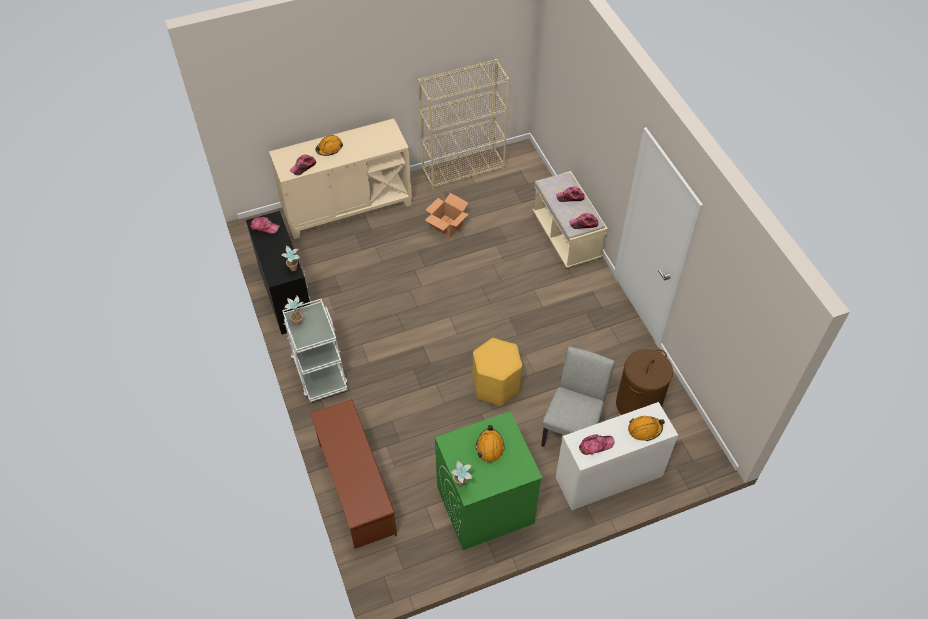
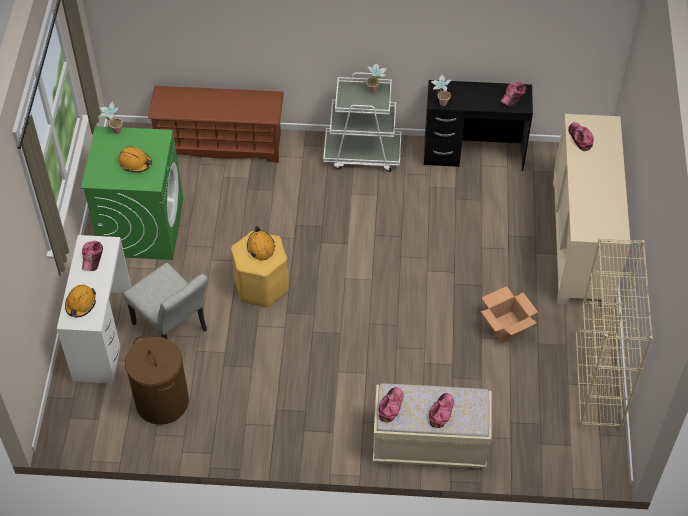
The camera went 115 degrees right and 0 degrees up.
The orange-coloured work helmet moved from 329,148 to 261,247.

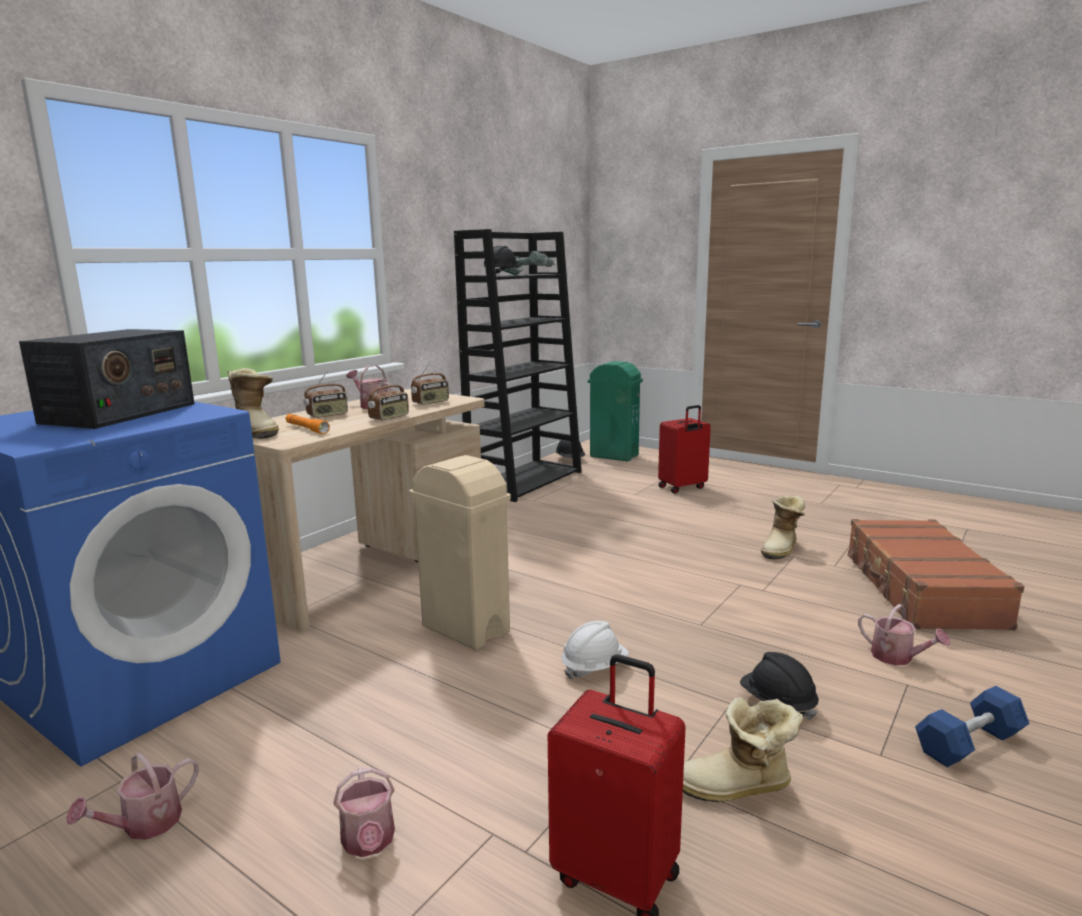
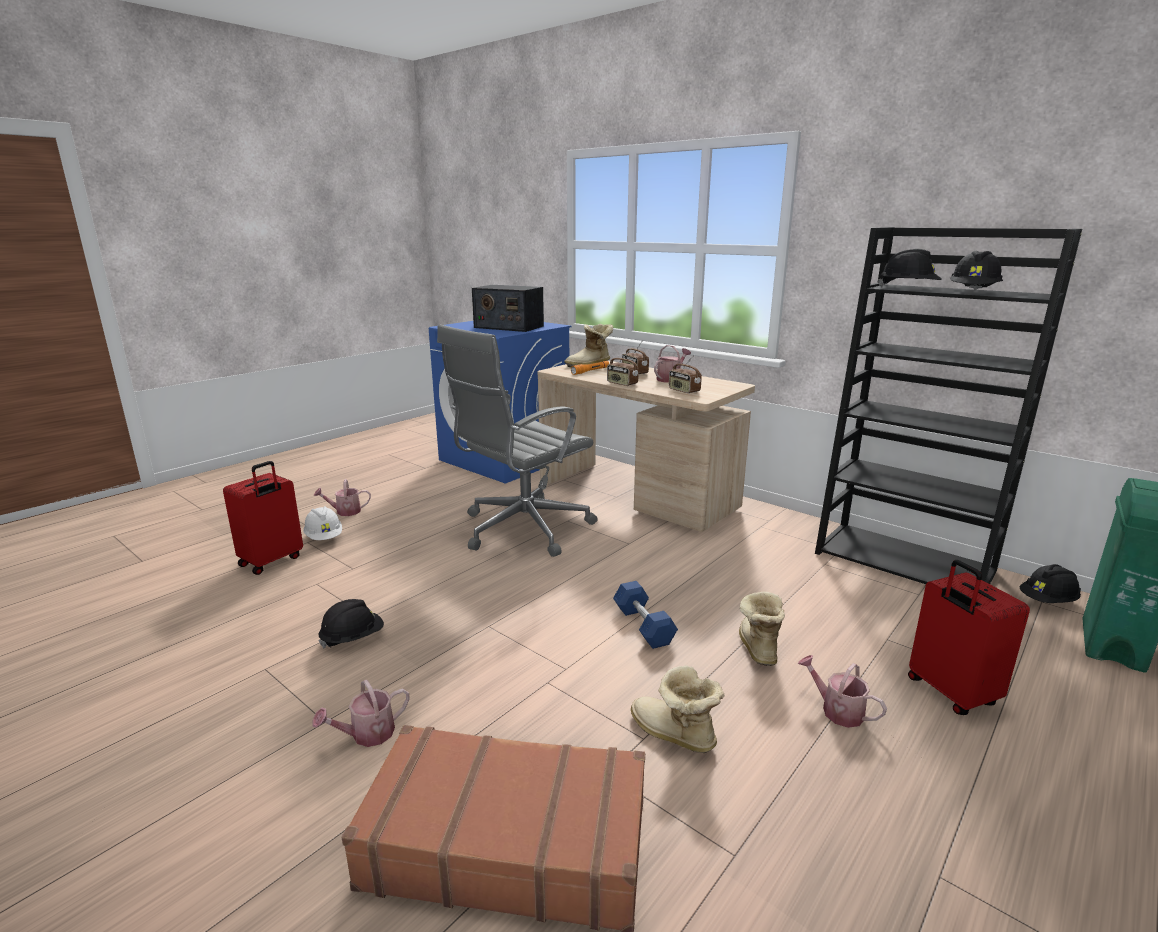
The camera went 95 degrees right and 5 degrees up.
The whitish work helmet moved from 594,667 to 324,537.
The sand-coloured waste bin at 466,630 was replaced by the grey desk chair at 522,529.
The bluish free weight moved from 969,743 to 643,626.
The tall boot moved from 737,789 to 756,648.
The watering can moved from 144,825 to 837,710.
The drill at 529,274 was replaced by the black work helmet at 973,293.

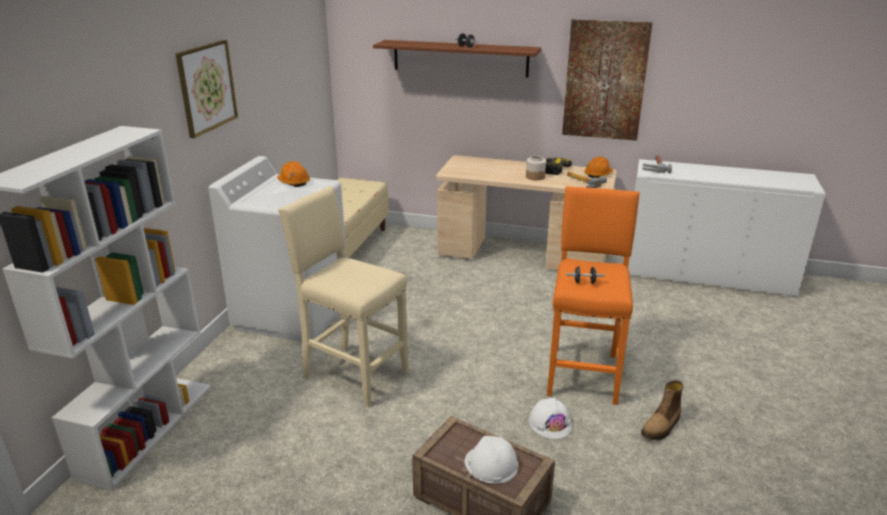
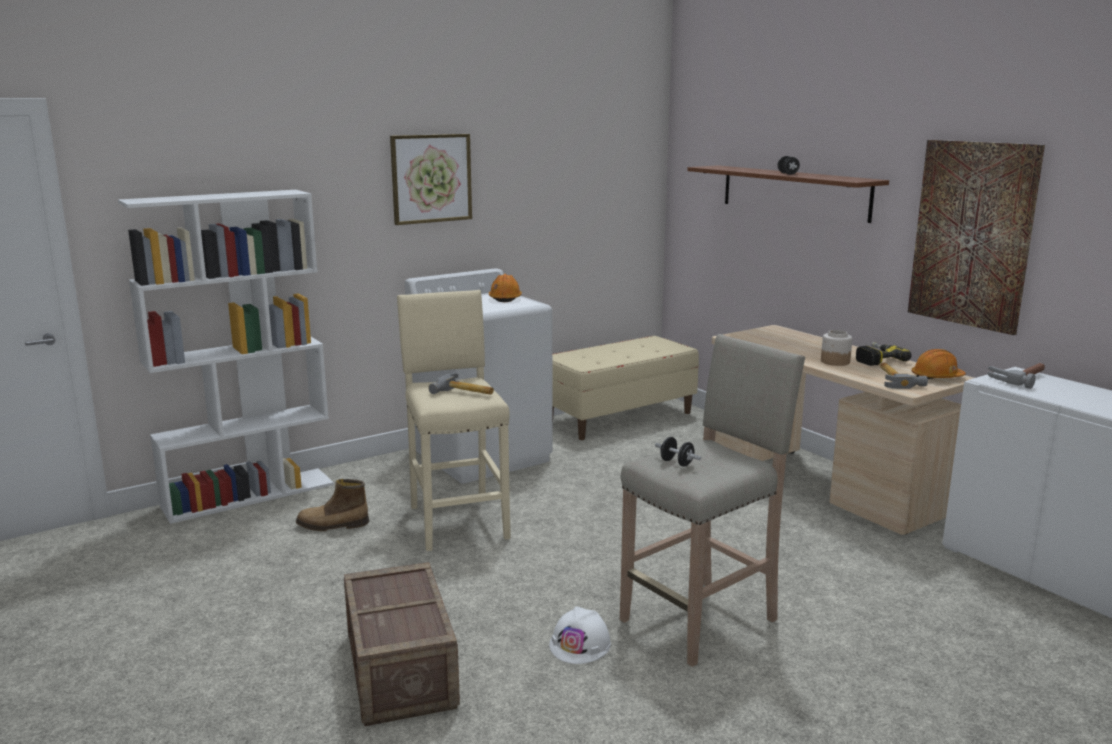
The camera went 40 degrees right and 10 degrees down.
The tall boot moved from 661,427 to 332,526.
The hand hammer at 464,393 appeared.
The orange-coloured stool at 583,373 became the sand-coloured stool at 702,619.
The whitish work helmet at 491,464 disappeared.

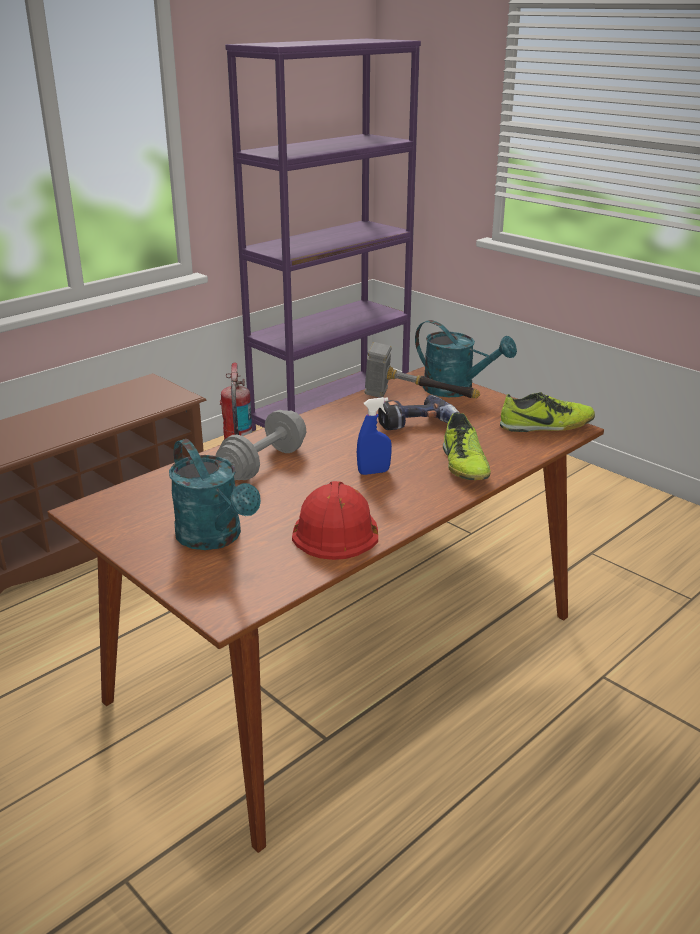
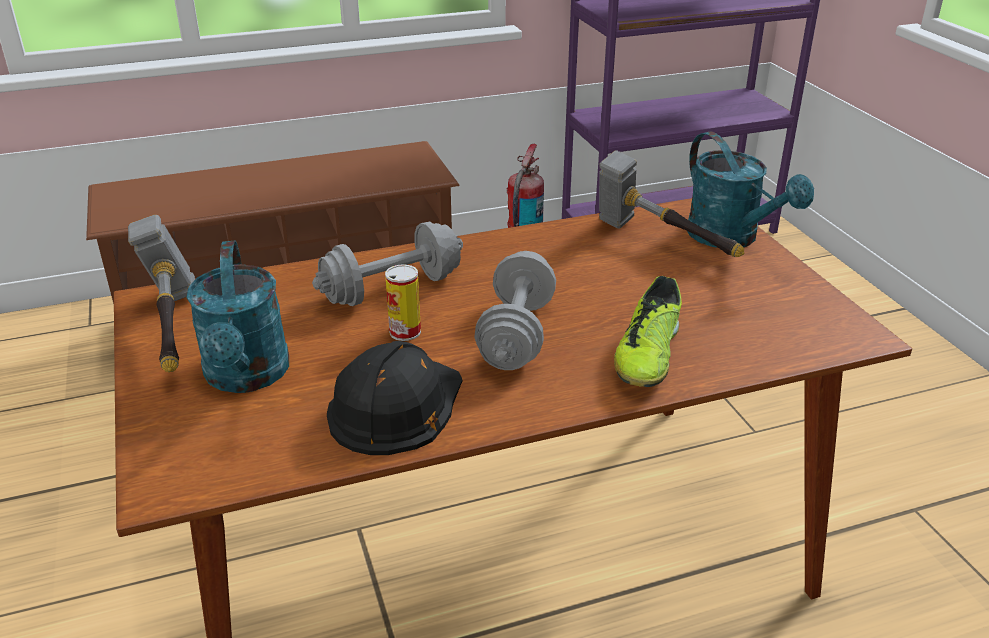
The camera went 25 degrees right and 5 degrees up.
The hand hammer at 173,332 appeared.
The red-coloured work helmet at 335,528 became the black work helmet at 395,405.
The sealed can at 405,332 appeared.
The bluish hand sprayer at 373,472 was replaced by the grey free weight at 516,334.
The drill at 421,428 disappeared.
The shoe at 546,426 disappeared.

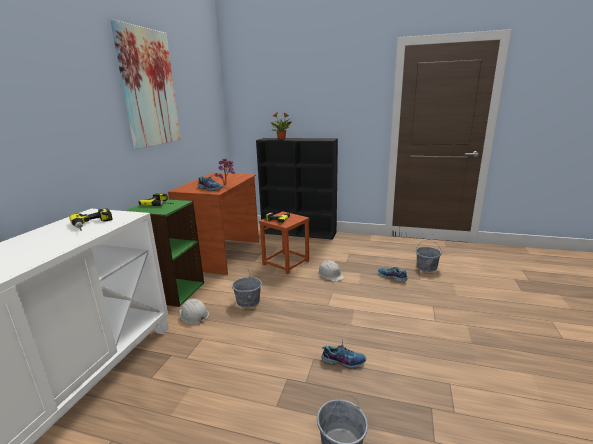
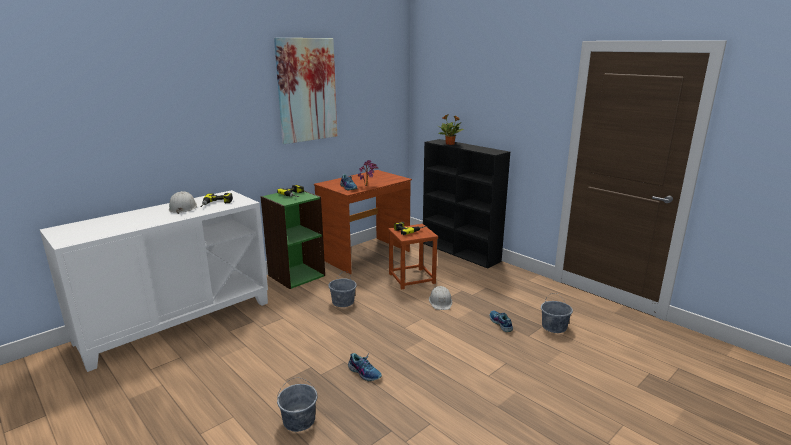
The camera went 30 degrees right and 0 degrees up.
The whitish work helmet moved from 193,315 to 183,208.

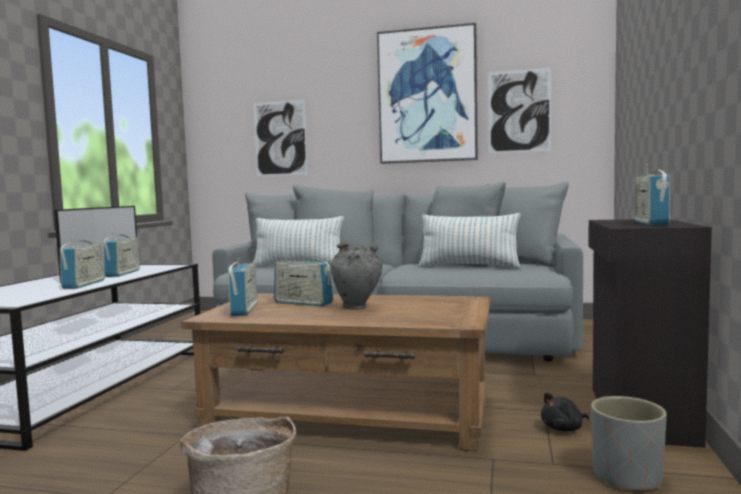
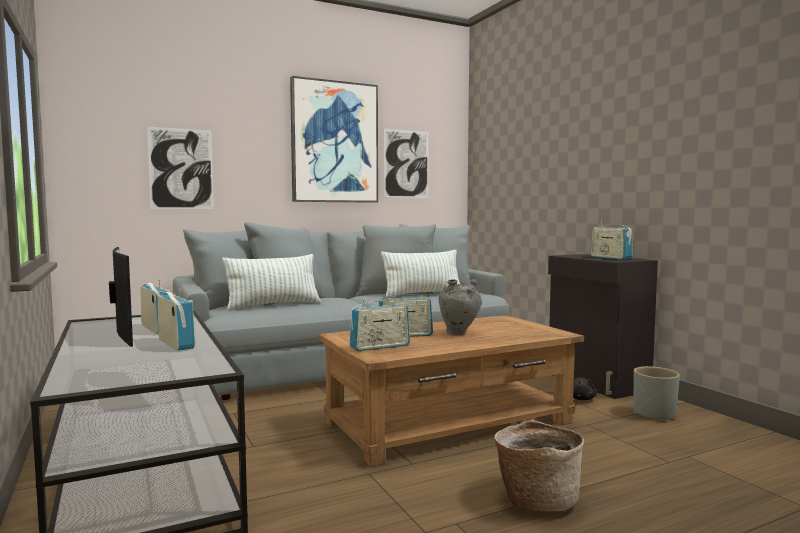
The camera went 40 degrees left and 0 degrees up.
The radio at 244,309 turned 105 degrees clockwise.

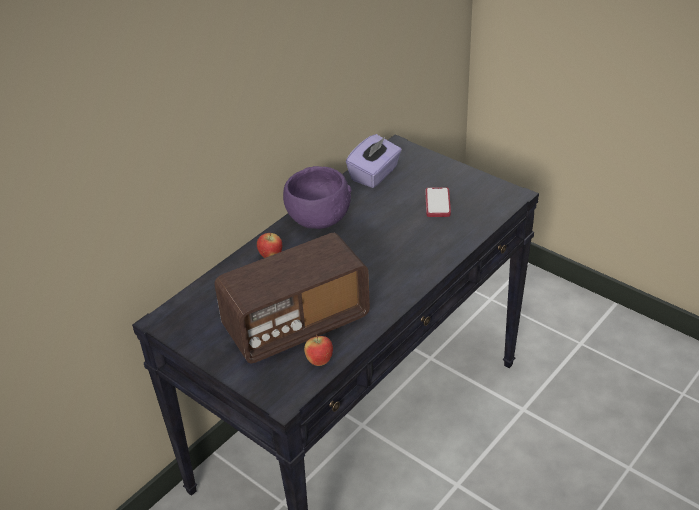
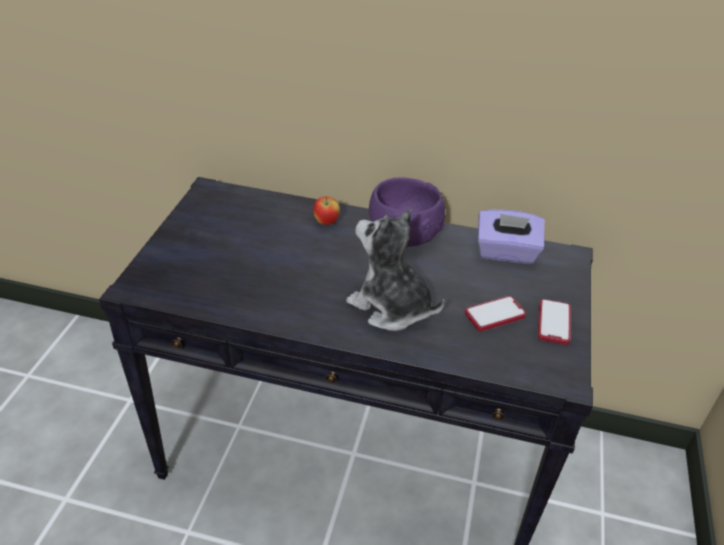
The camera went 60 degrees right and 0 degrees up.
The plush toy at 390,307 appeared.
The handset at 553,323 appeared.
The radio at 296,324 disappeared.
The apple fruit at 319,361 disappeared.

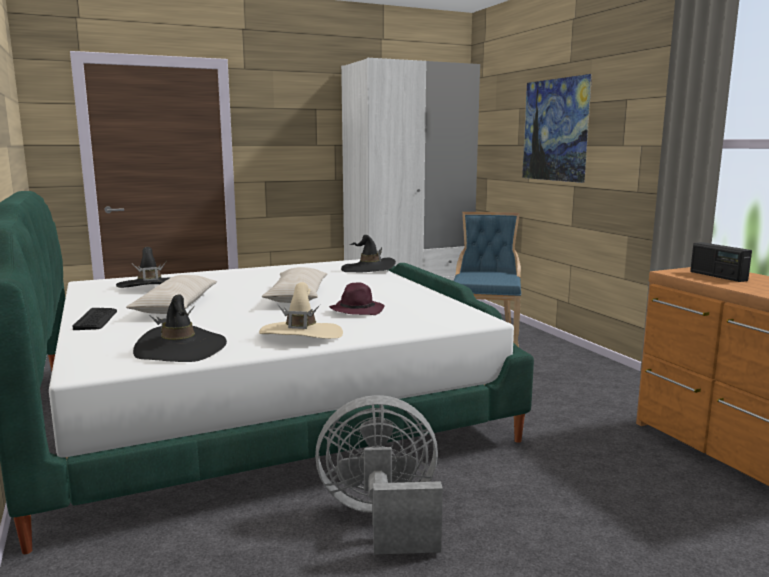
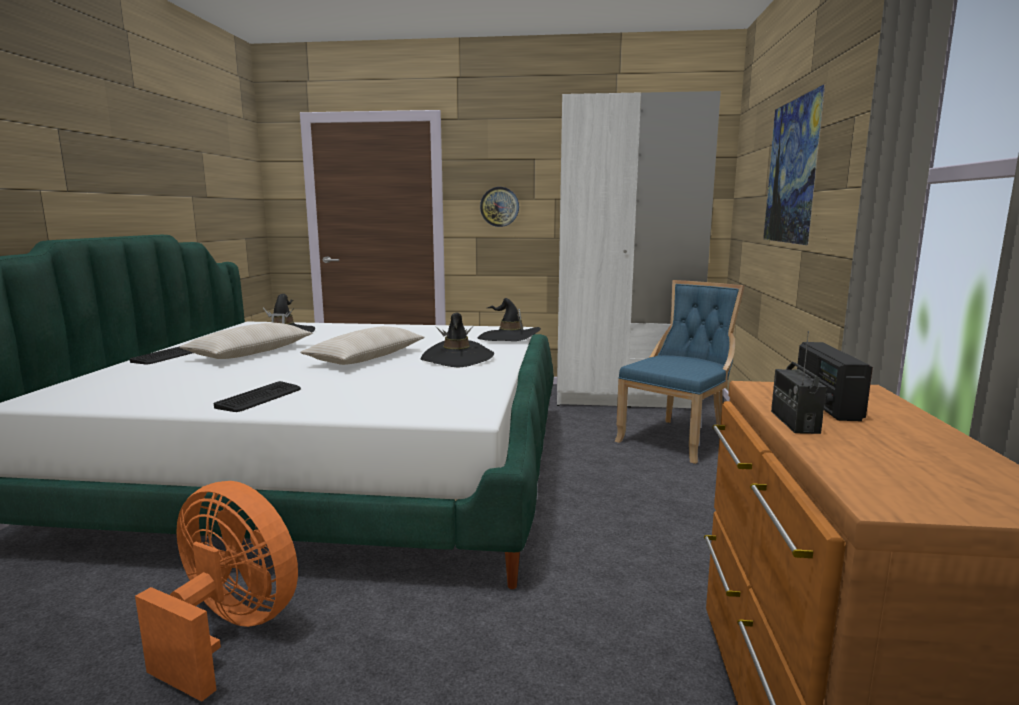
The camera went 30 degrees right and 0 degrees up.
The grey cooling fan at 382,518 became the orange-coloured cooling fan at 229,631.
The sand-coloured hat at 301,335 was replaced by the computer keyboard at 260,398.
The black hat moved from 180,349 to 457,358.
The hanging clock at 499,206 appeared.
The radio at 794,422 appeared.
The purplish hat at 357,310 disappeared.

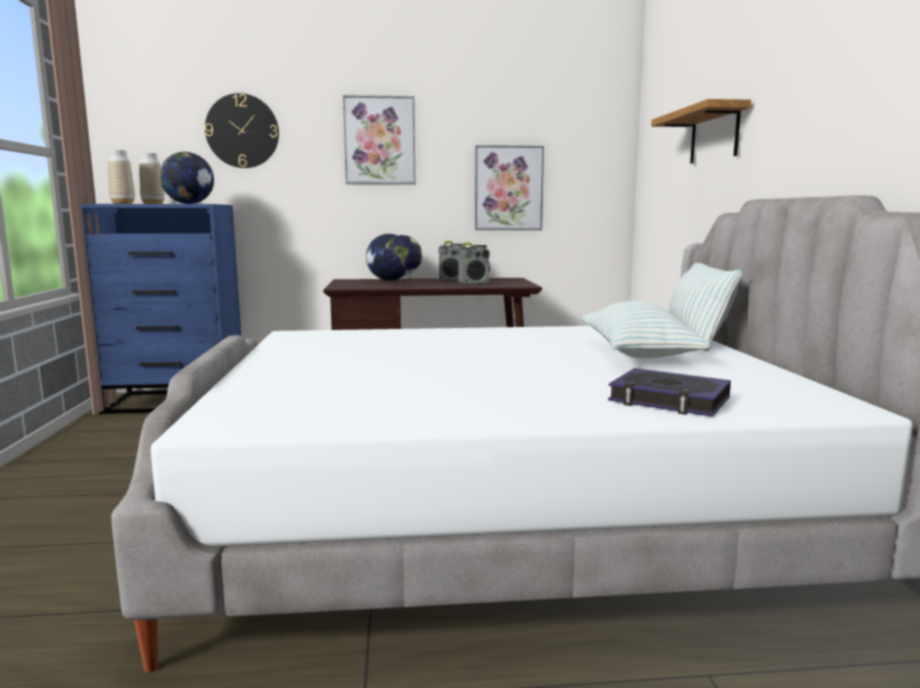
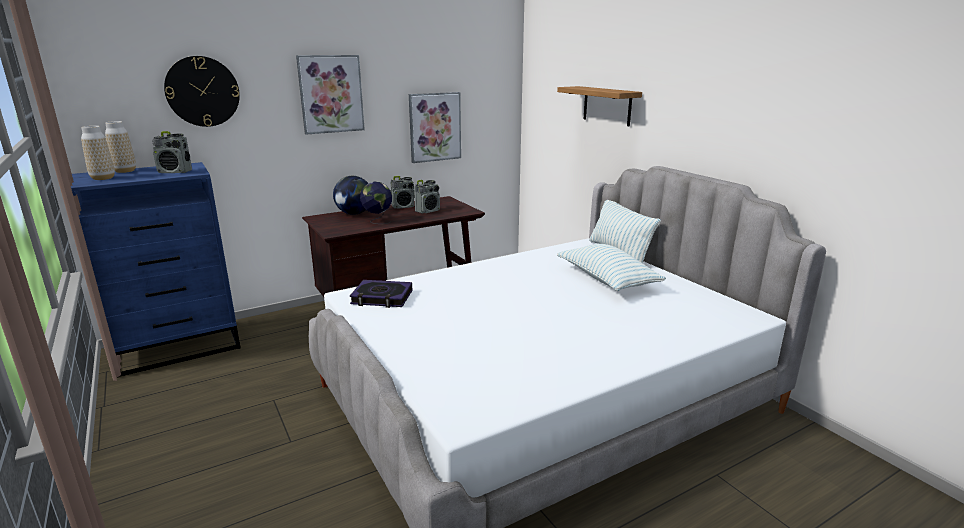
The camera went 25 degrees left and 10 degrees up.
The globe at 189,203 was replaced by the radio at 175,172.
The bound book moved from 669,400 to 382,298.

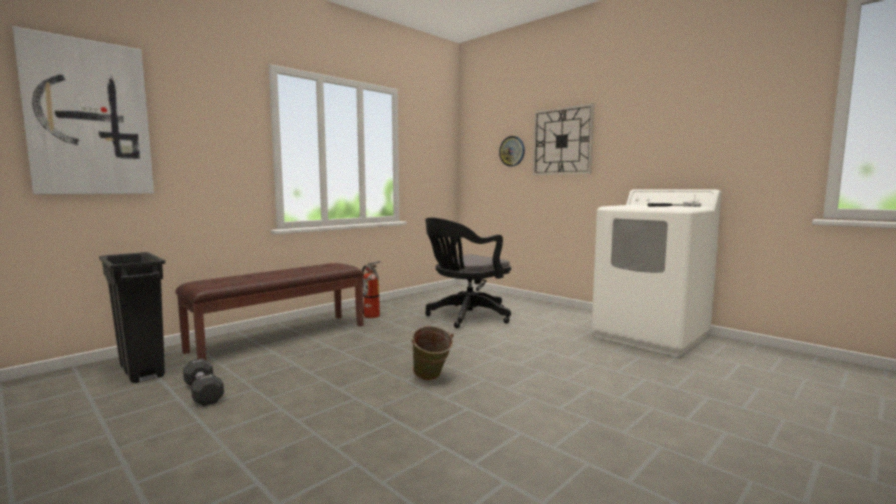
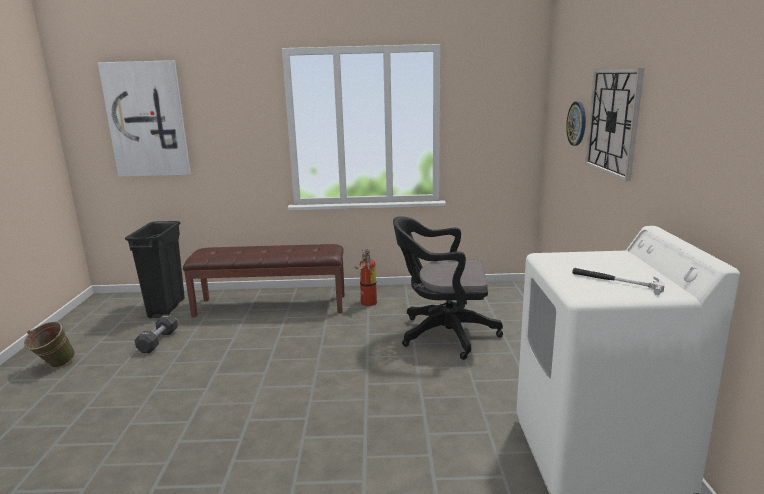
The camera went 45 degrees right and 10 degrees up.
The green-coloured pail moved from 430,379 to 54,366.

